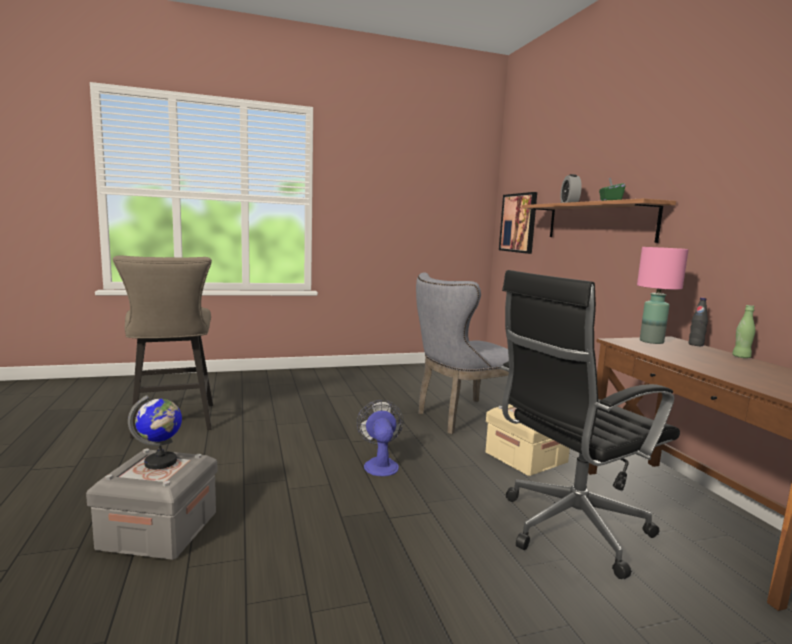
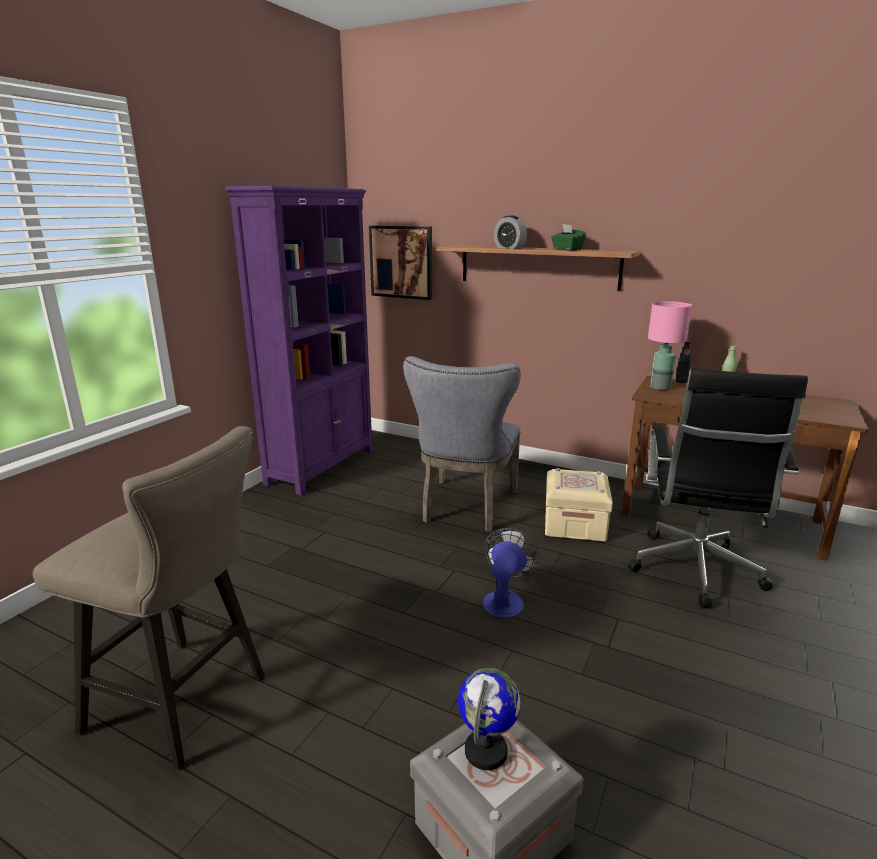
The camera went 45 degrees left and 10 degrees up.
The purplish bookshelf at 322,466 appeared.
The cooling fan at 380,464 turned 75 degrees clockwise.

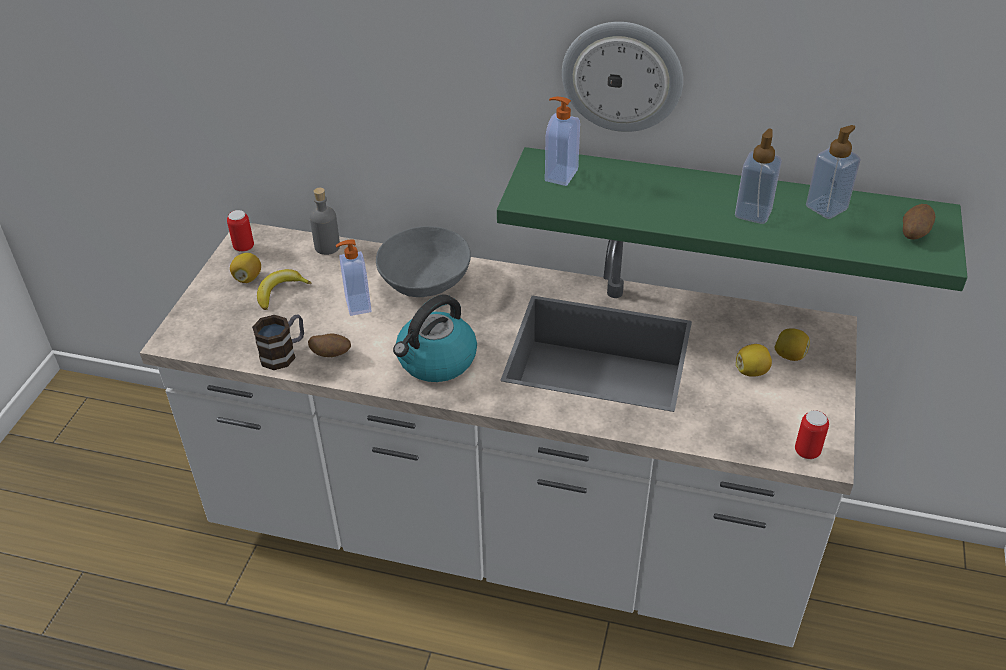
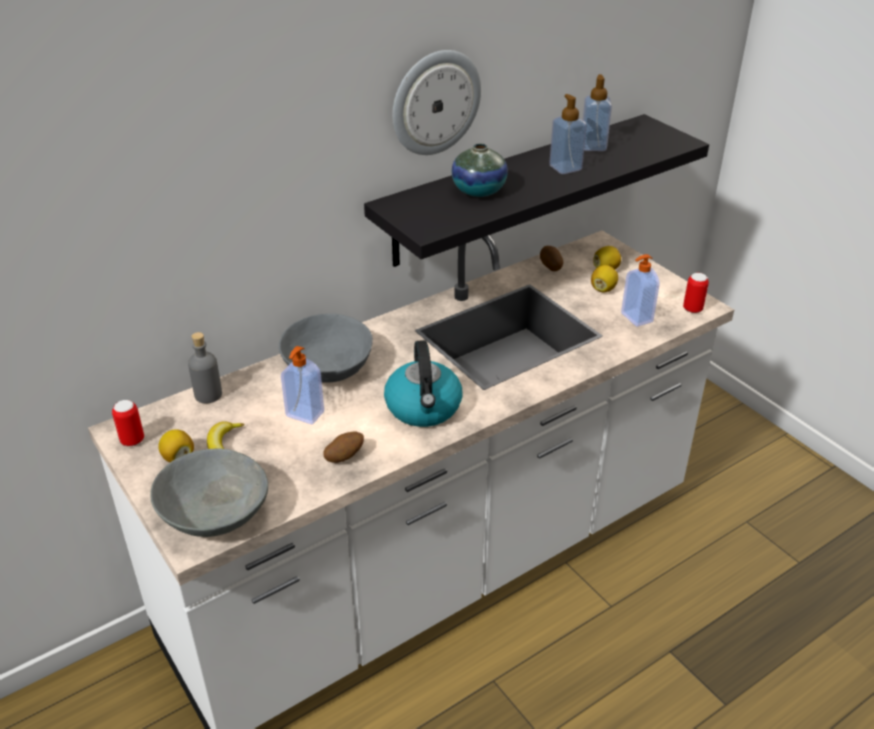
The camera went 50 degrees left and 5 degrees down.
The grey deep dish at 213,516 appeared.
The green-coloured shelf at 727,212 became the black shelf at 514,189.
The decorative vase at 479,191 appeared.
The spud moved from 913,233 to 550,267.
The liquid soap bottle moved from 560,175 to 635,318.
The tea mug at 284,353 disappeared.

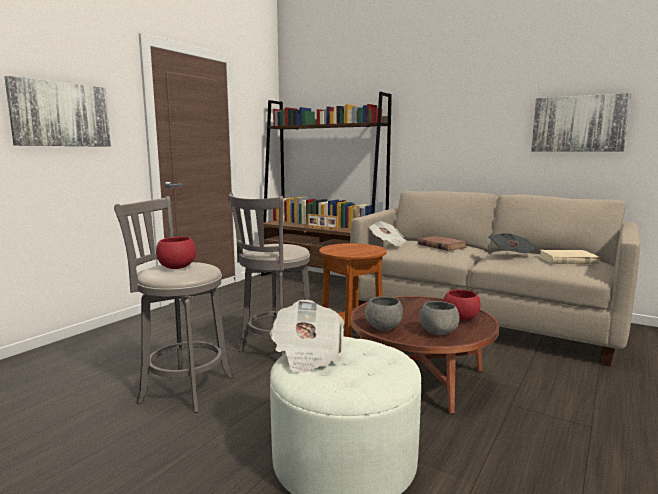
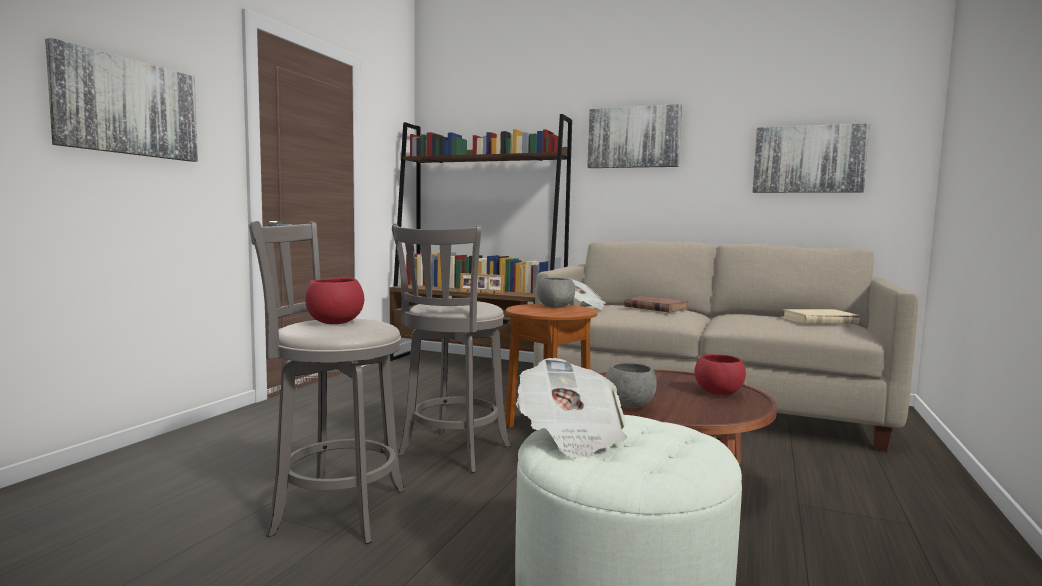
The camera went 10 degrees left and 5 degrees down.
The grey deep dish moved from 438,332 to 555,307.
The wall art at 633,137 appeared.
The daily paper at 512,256 disappeared.

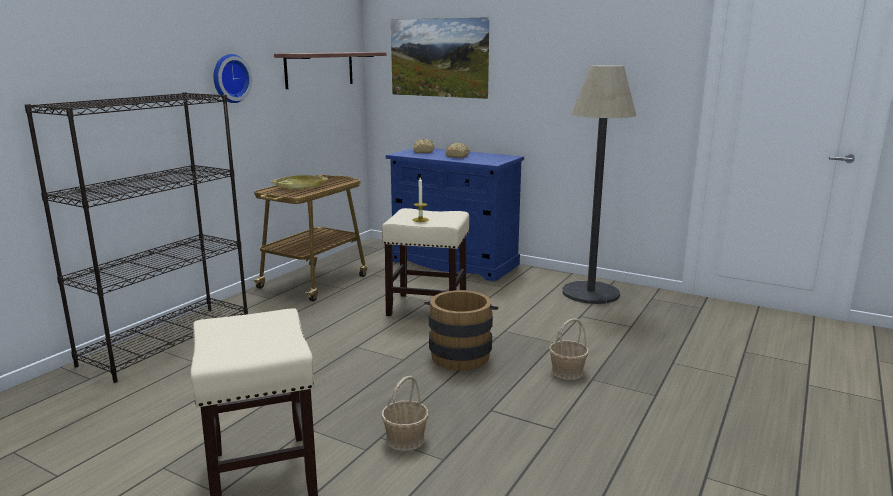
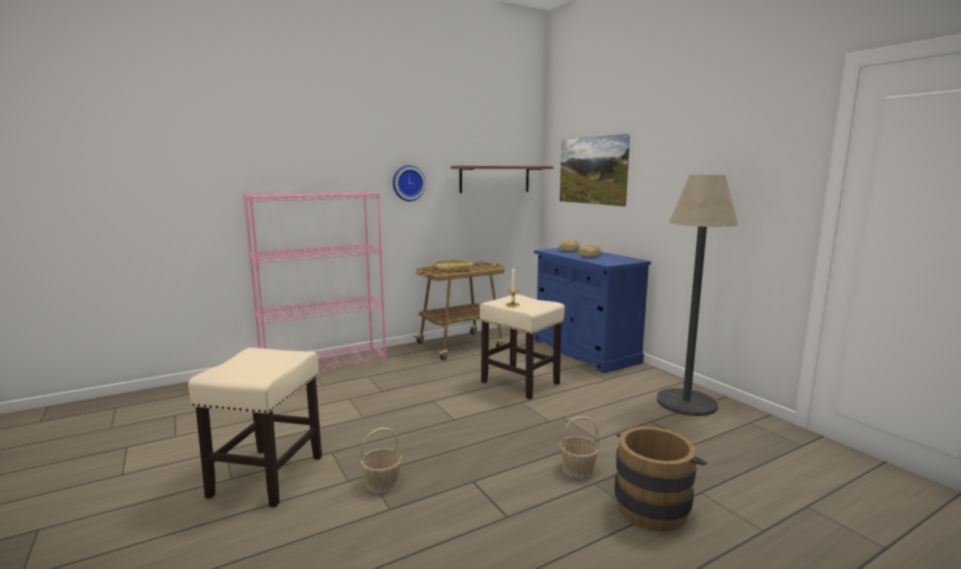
The camera went 30 degrees right and 5 degrees down.
The black bookshelf at 168,341 became the pinkish bookshelf at 325,367.
The brown pail moved from 461,354 to 654,504.

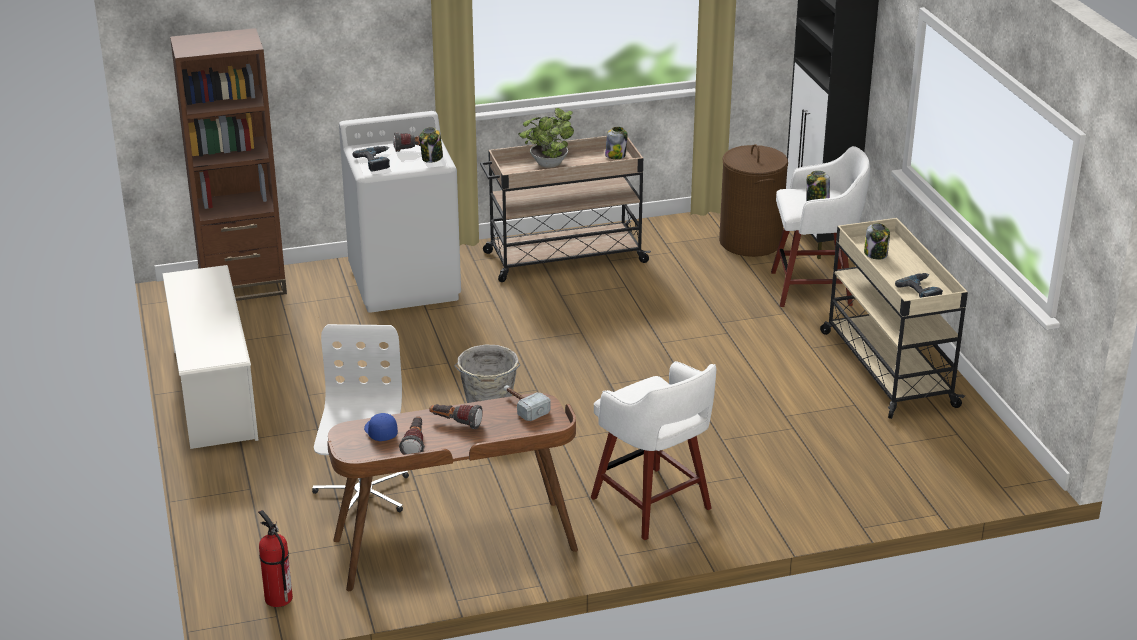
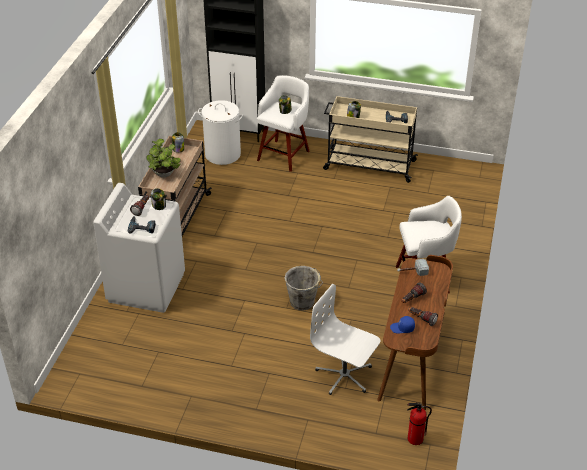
The camera went 60 degrees left and 10 degrees up.
The brown washing basket at 750,242 became the whitish washing basket at 222,154.
The whitish shoe stand at 214,393 disappeared.
The brown bookshelf at 243,286 disappeared.

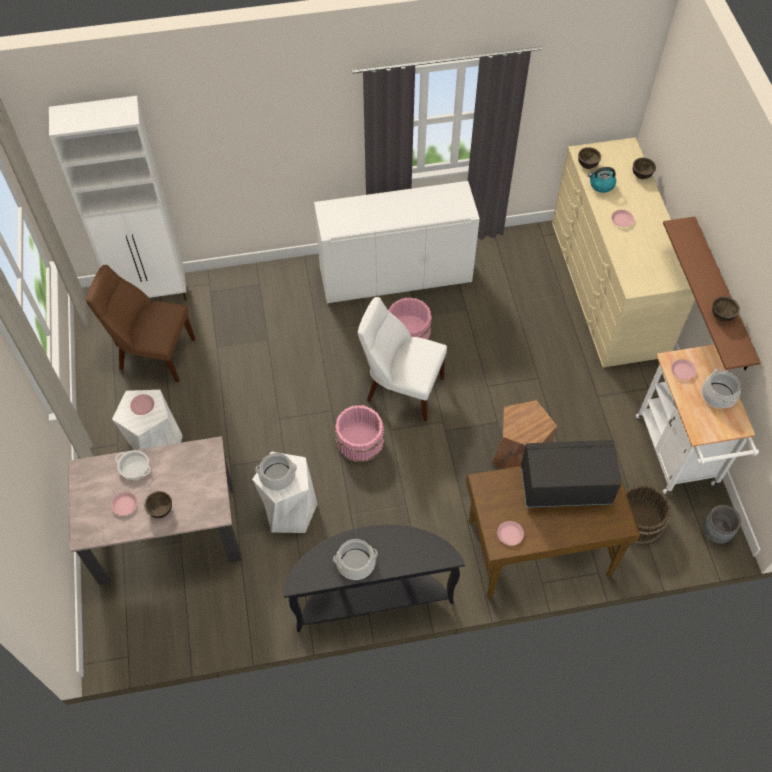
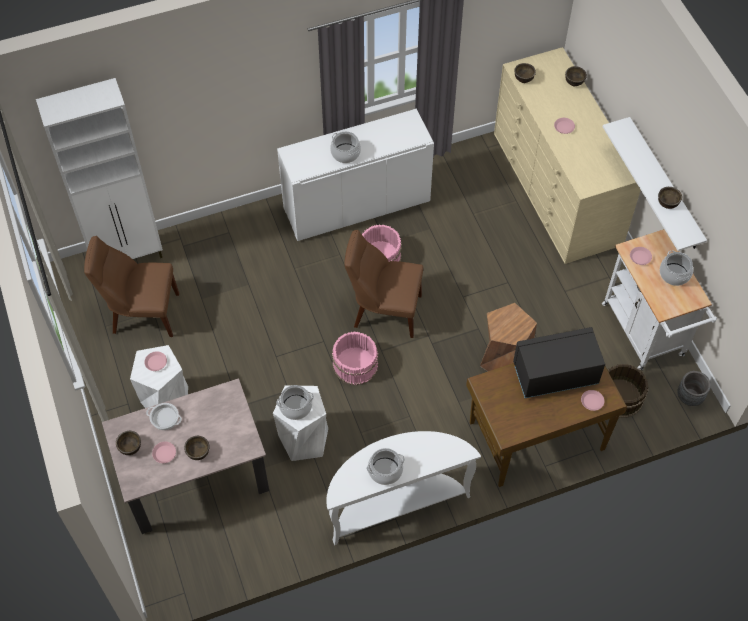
The camera went 10 degrees left and 0 degrees up.
The brown deep dish at 130,447 appeared.
The black console table at 372,597 became the whitish console table at 395,503.
The cooking pot at 345,153 appeared.
The whitish chair at 401,388 became the brown chair at 384,311.
The pinkish plate moved from 510,534 to 592,401.
The brown shelf at 721,295 became the whitish shelf at 664,185.
The tea kettle at 601,185 disappeared.

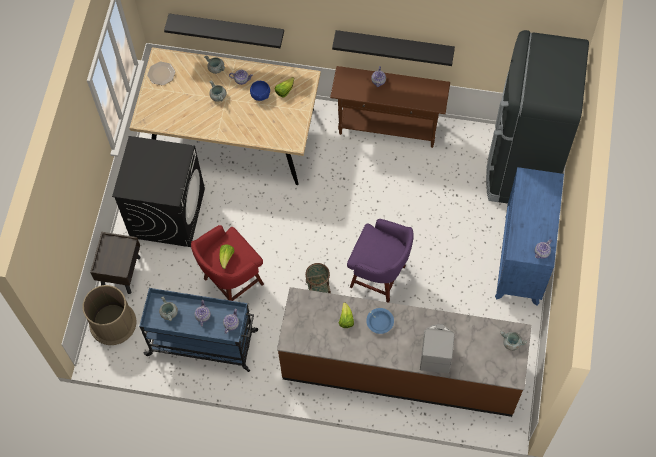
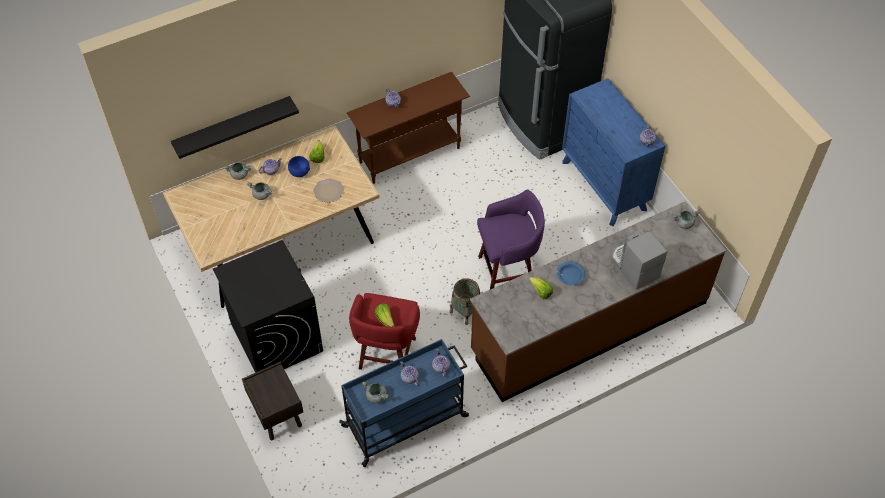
The camera went 40 degrees left and 10 degrees down.
The plate moved from 161,73 to 328,191.
The brown waste bin at 112,323 disappeared.
The black shelf at 394,44 disappeared.

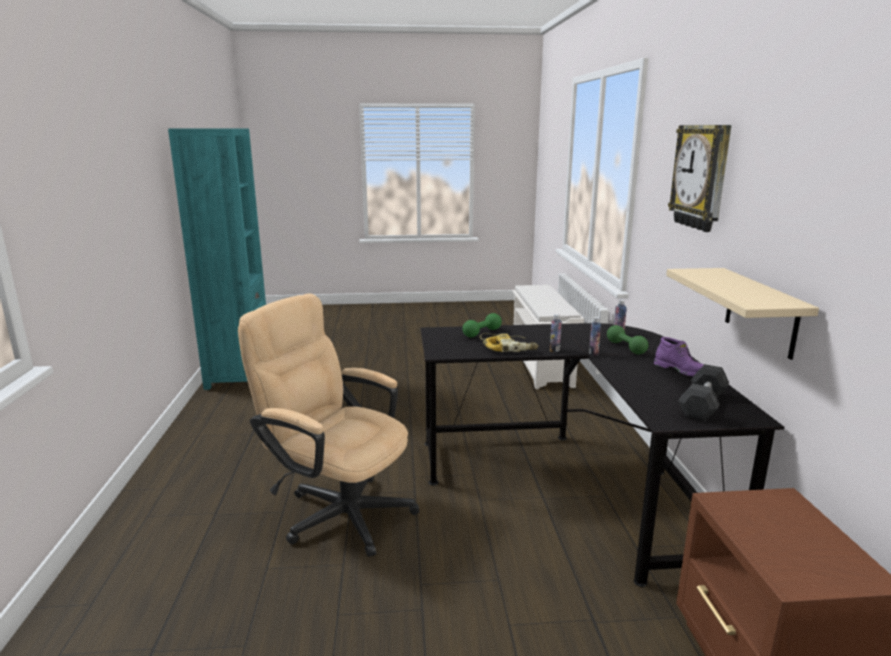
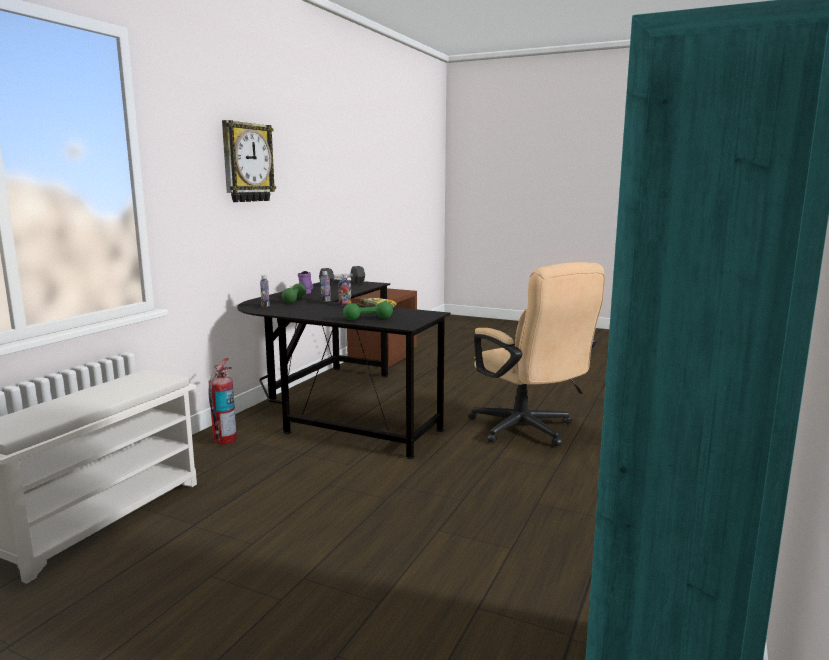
The camera went 150 degrees left and 5 degrees down.
The extinguisher at 224,440 appeared.
The sand-coloured shelf at 761,312 disappeared.

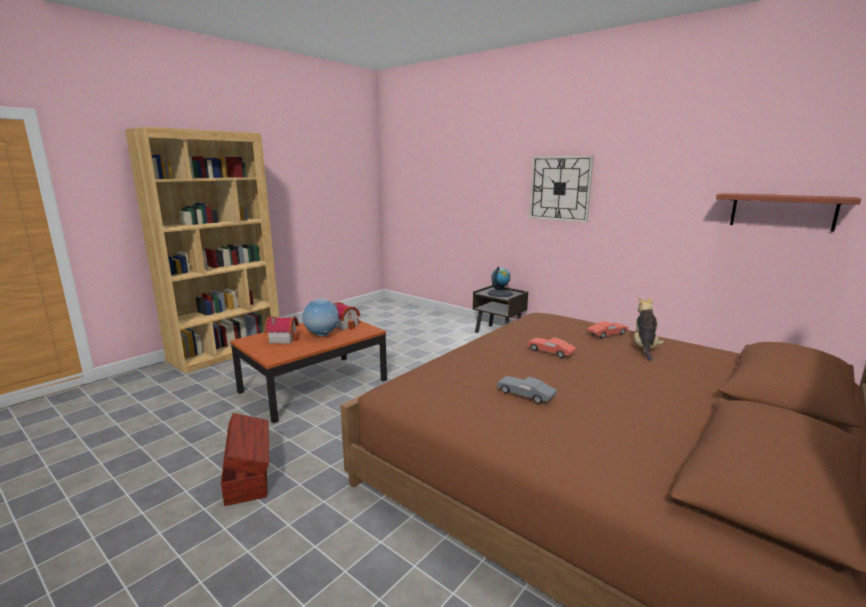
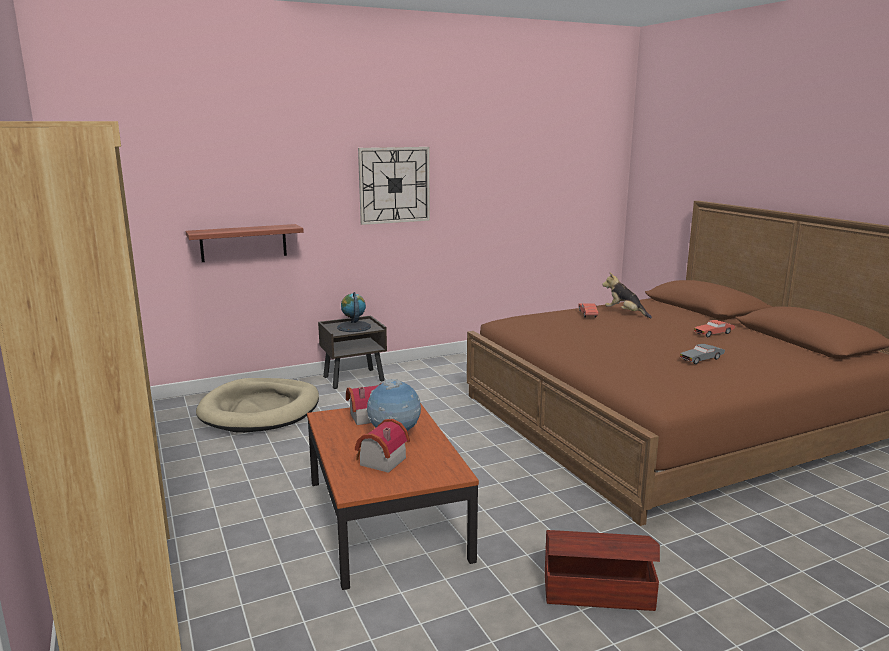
The camera went 65 degrees left and 0 degrees up.
The shelf moved from 782,211 to 243,243.
The sand-coloured pet bed at 260,410 appeared.
The red-coloured miniature car moved from 551,352 to 714,333.

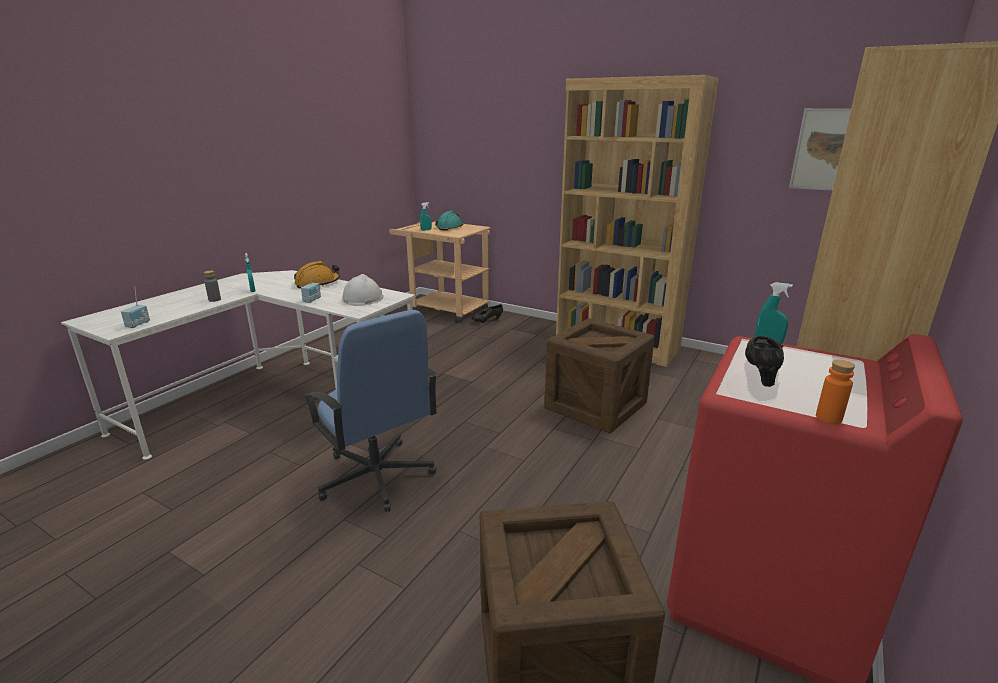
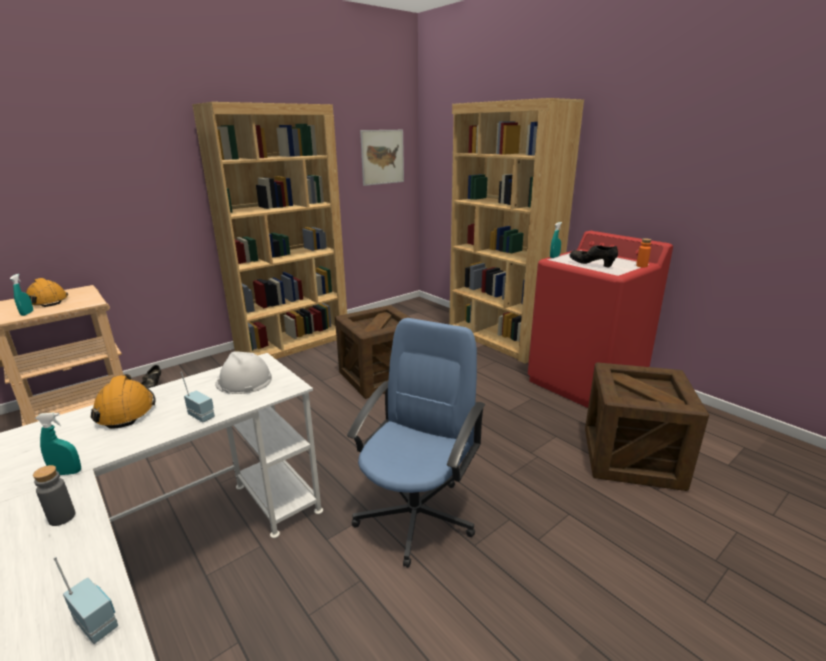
The camera went 70 degrees left and 0 degrees up.
The turquoise-coloured work helmet at 450,227 became the orange-coloured work helmet at 47,301.
The bluish desk chair at 376,477 turned 45 degrees counterclockwise.

